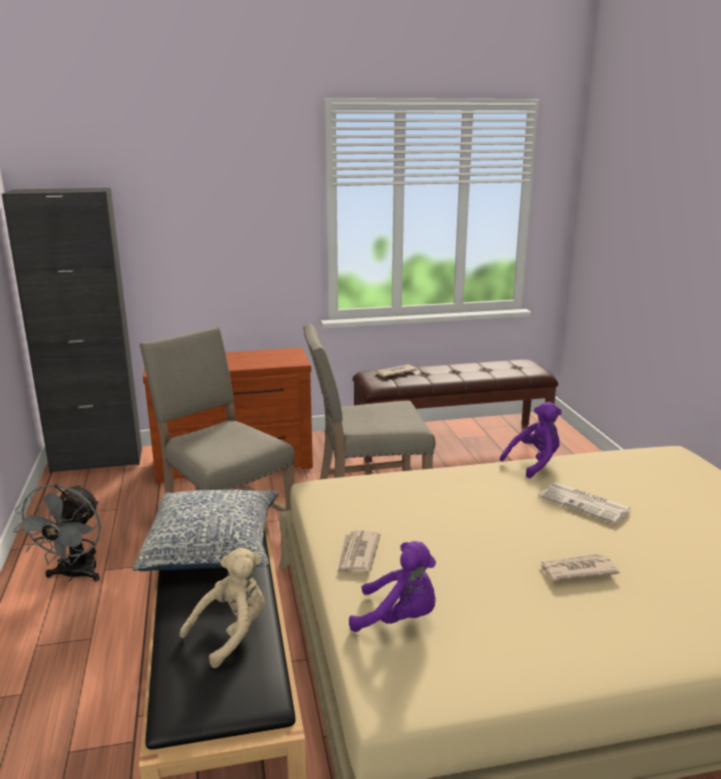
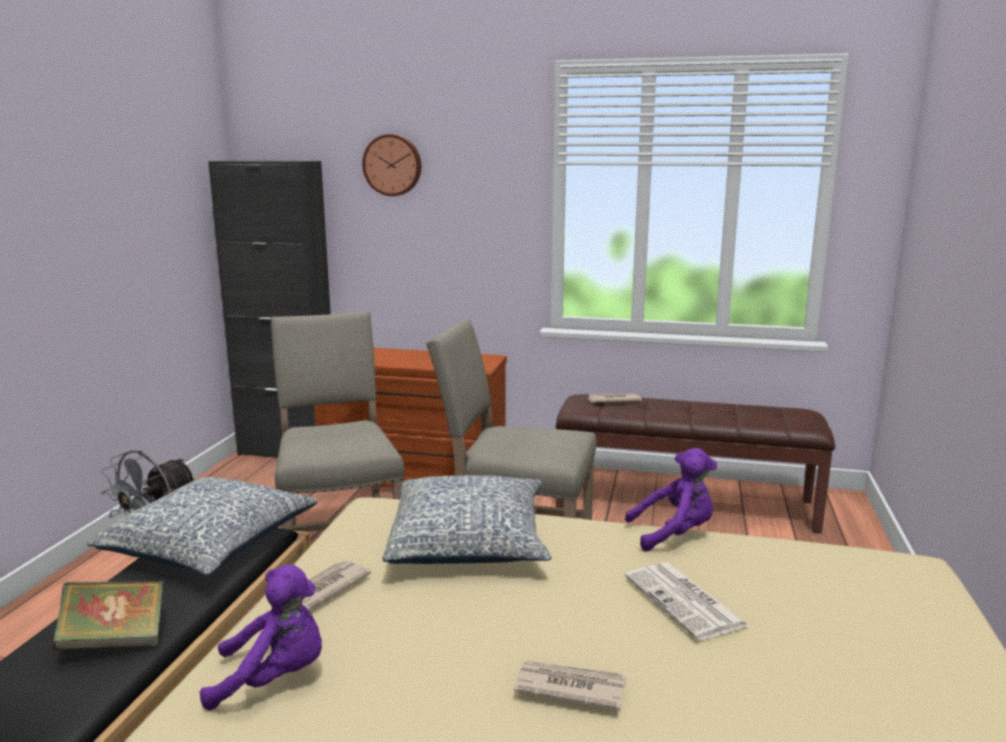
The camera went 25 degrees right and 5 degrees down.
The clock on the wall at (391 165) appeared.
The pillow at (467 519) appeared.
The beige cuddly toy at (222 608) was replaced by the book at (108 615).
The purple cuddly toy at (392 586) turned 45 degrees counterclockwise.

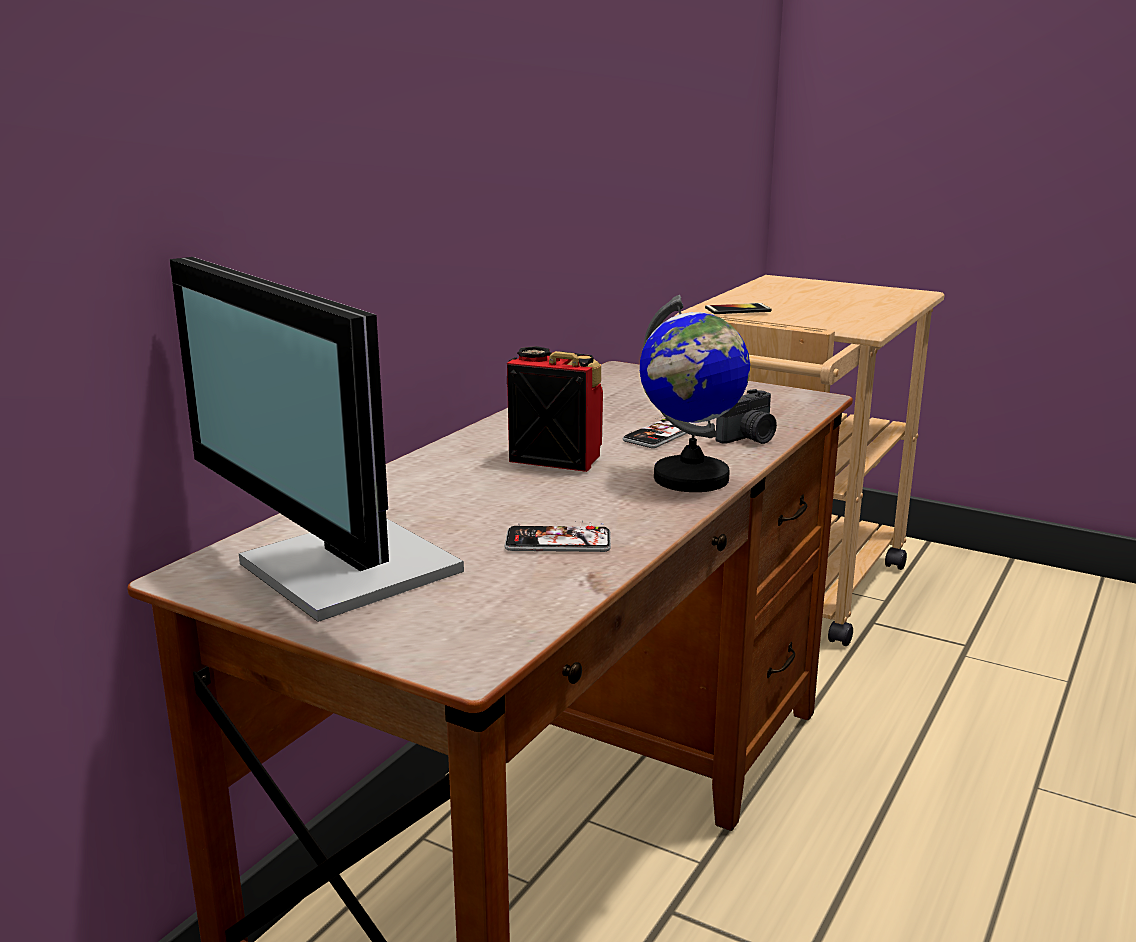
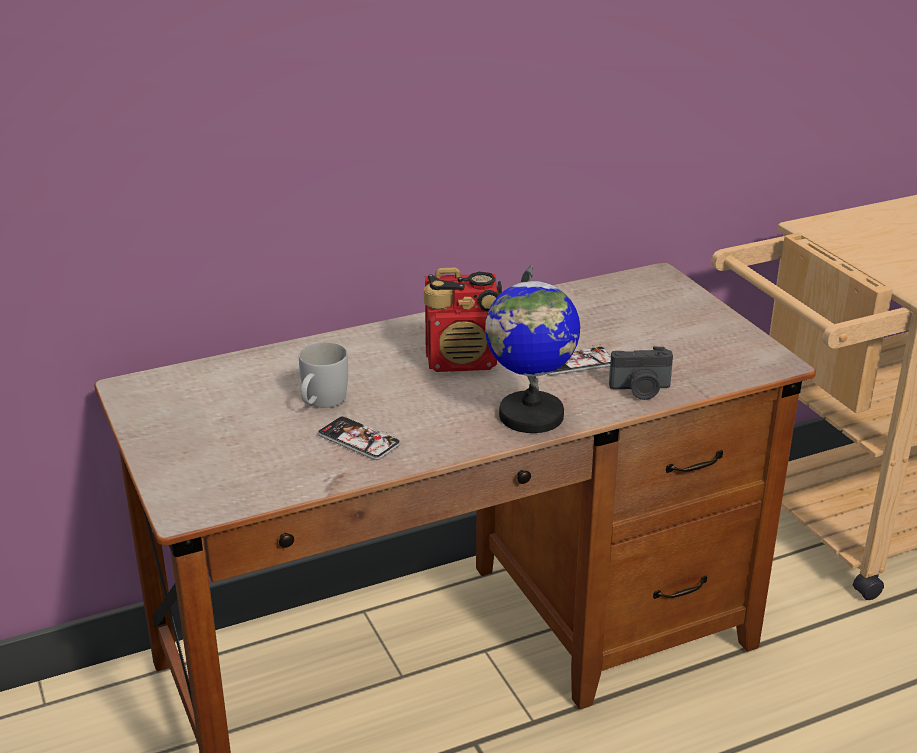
The camera went 35 degrees right and 10 degrees up.
The computer display at (317 439) disappeared.
The telephone at (738 308) disappeared.
The white-coloured coffee mug at (323 375) appeared.
The radio receiver at (555 409) turned 120 degrees clockwise.

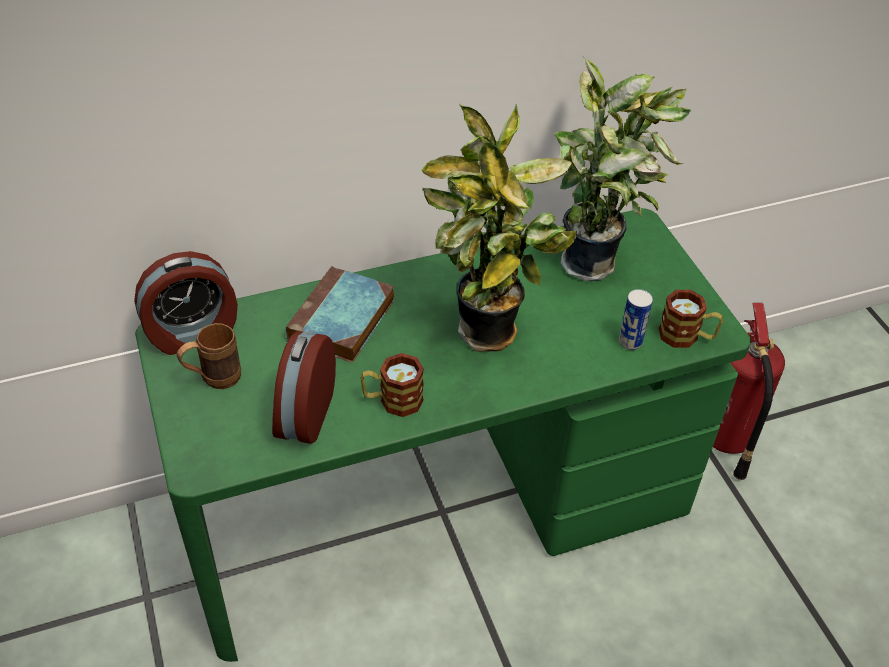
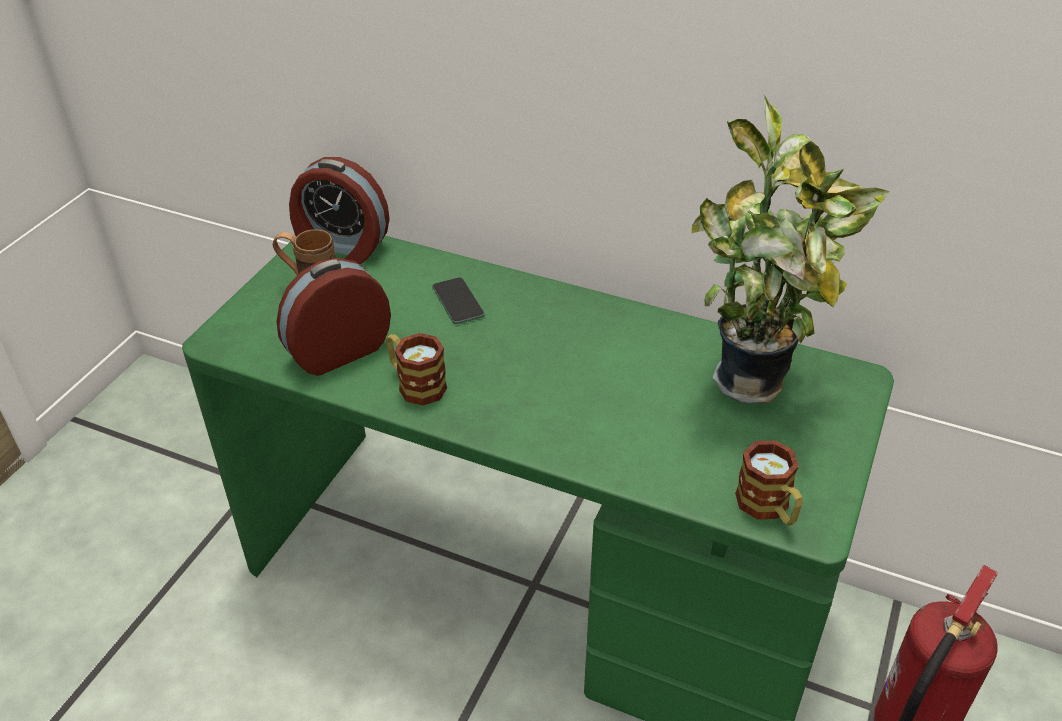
The camera went 45 degrees right and 5 degrees down.
The plant in a pot at (499 228) disappeared.
The sealed can at (636 319) disappeared.
The book at (340 314) was replaced by the telephone at (458 300).

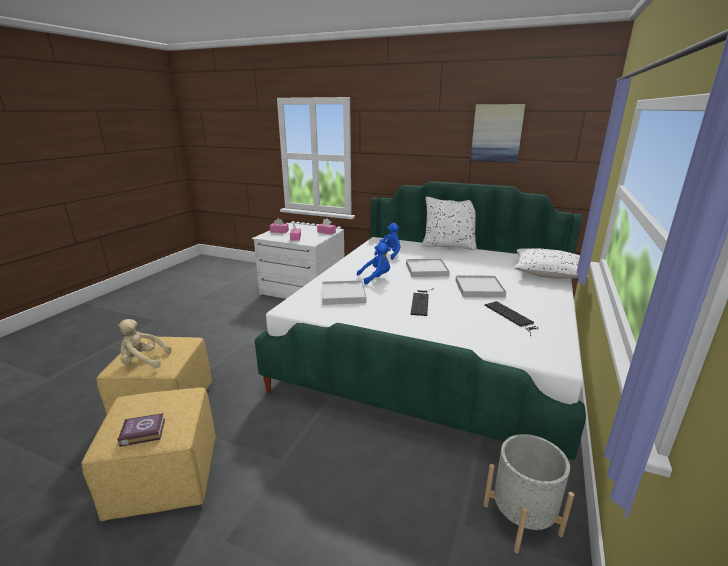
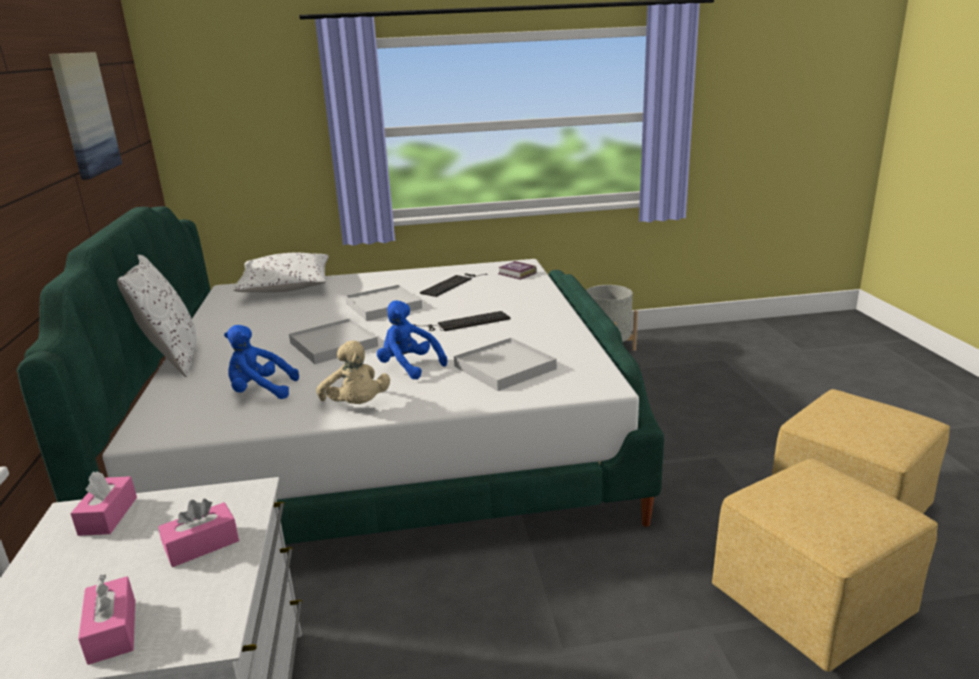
The camera went 120 degrees left and 0 degrees up.
The book moved from (141 430) to (517 270).
The beige cuddly toy moved from (144 344) to (353 372).

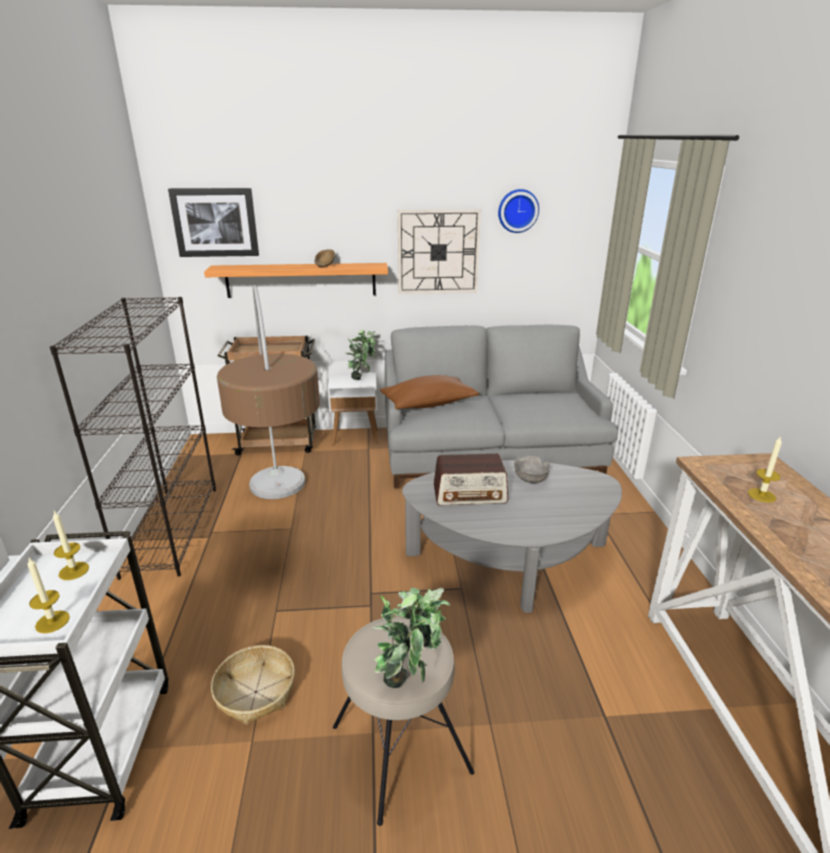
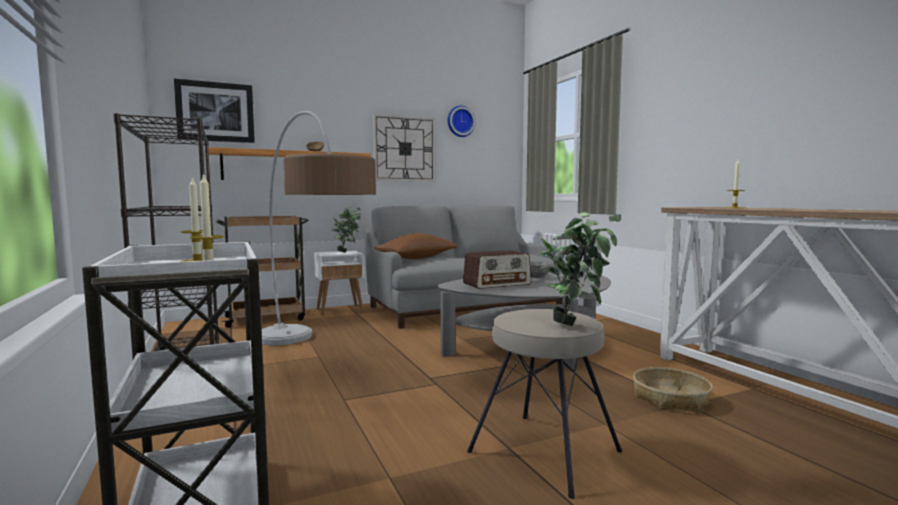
The camera went 20 degrees left and 20 degrees down.
The storage basket moved from (253 685) to (673 389).

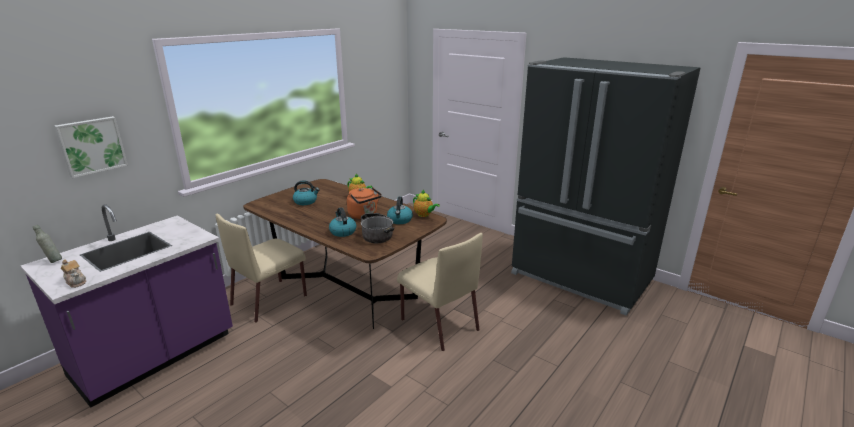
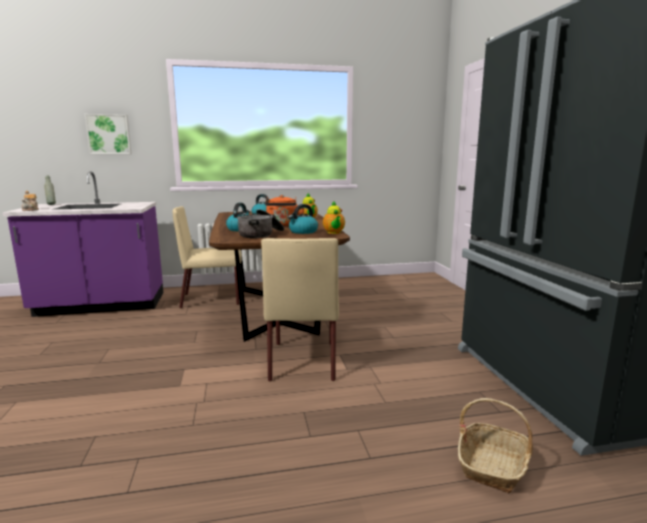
The camera went 40 degrees right and 10 degrees down.
The storage basket at (495 446) appeared.

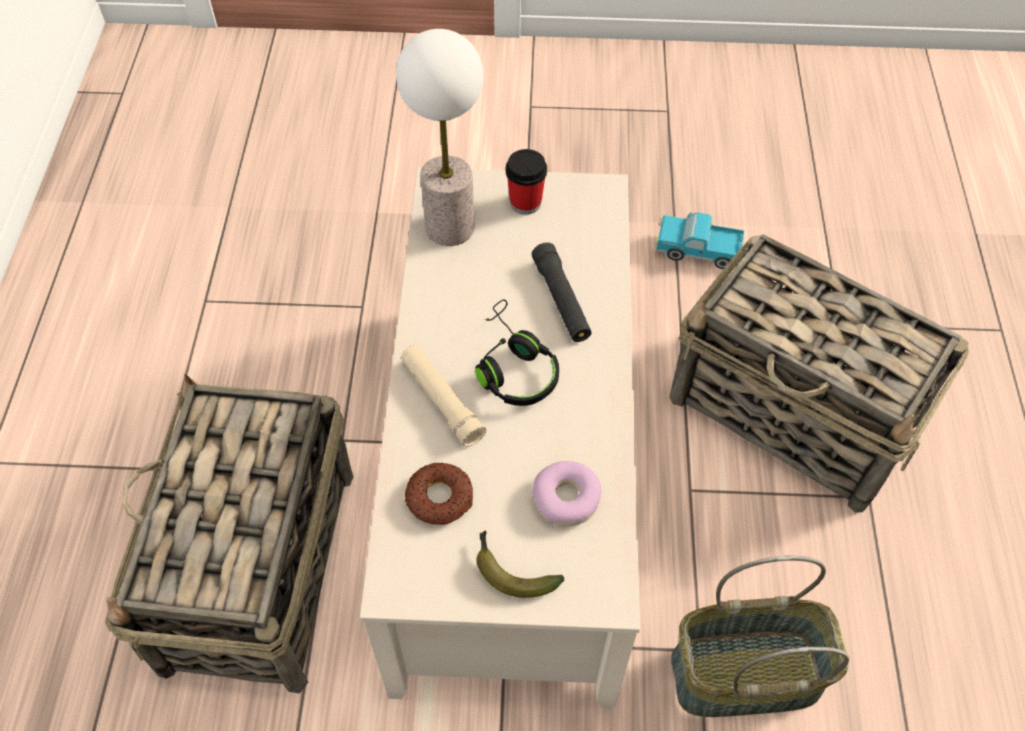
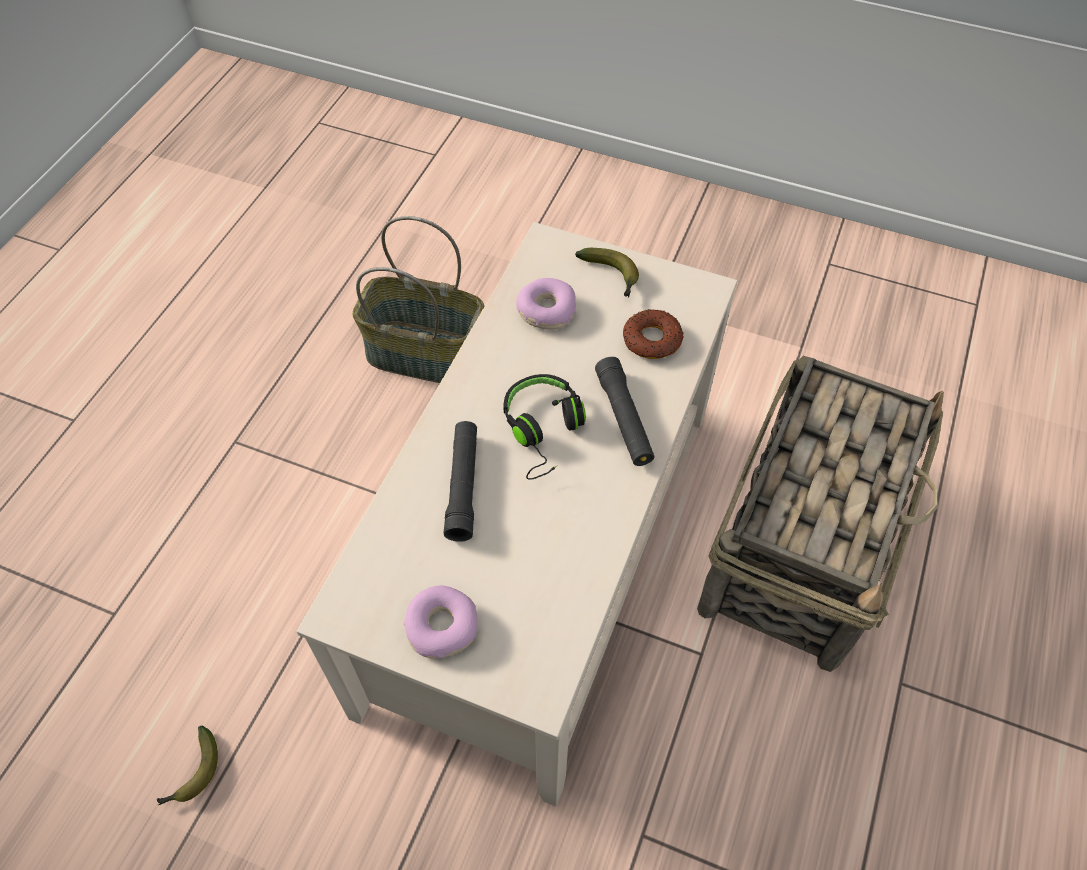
The camera went 160 degrees left and 0 degrees up.
The table lamp at (439 137) disappeared.
The storage basket at (819 373) disappeared.
The small cup at (526 182) was replaced by the donut at (440 622).
The model truck at (699 240) was replaced by the whole banana at (187 765).
The beige flashlight at (443 396) became the black-coloured flashlight at (624 411).

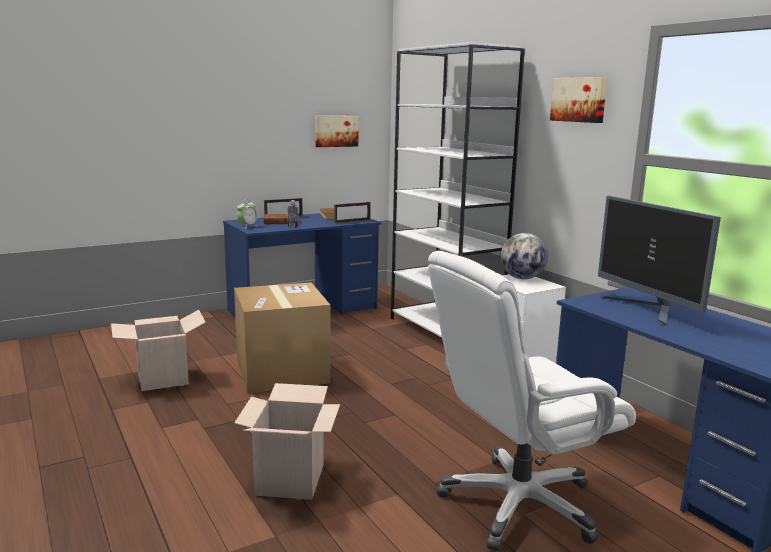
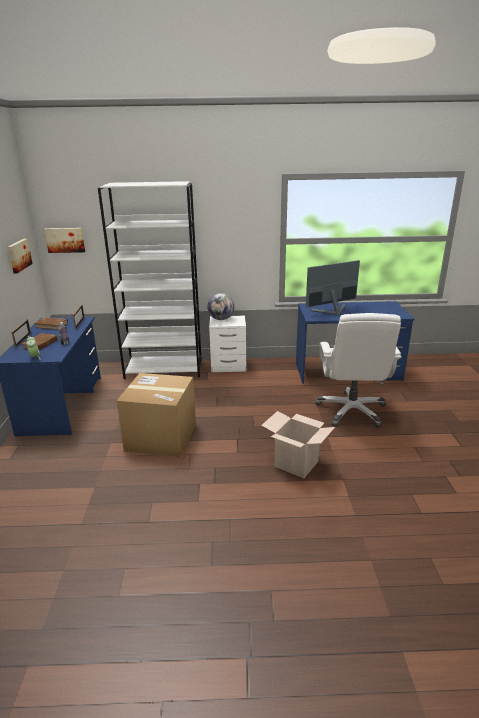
The camera went 60 degrees left and 10 degrees up.
The carton at (158 350) disappeared.
The wall picture moved from (578 100) to (64 240).
The computer display at (659 261) turned 150 degrees clockwise.

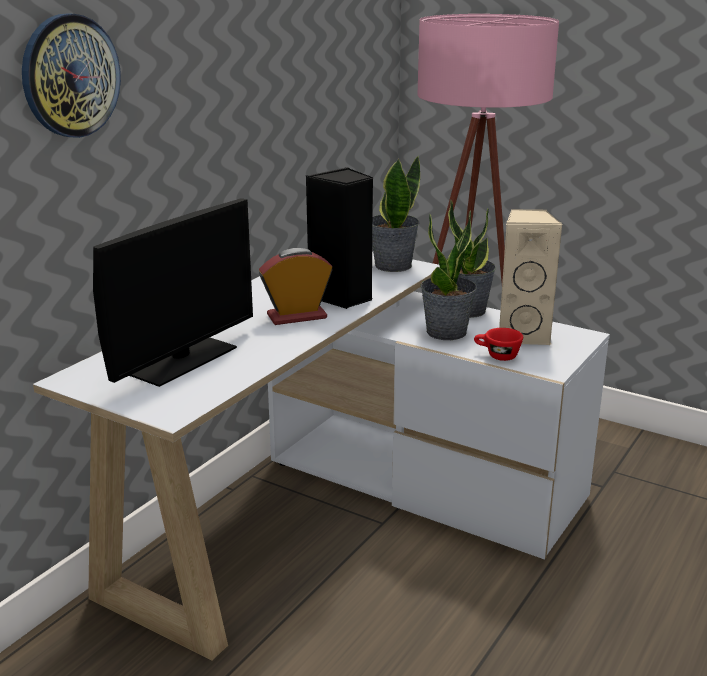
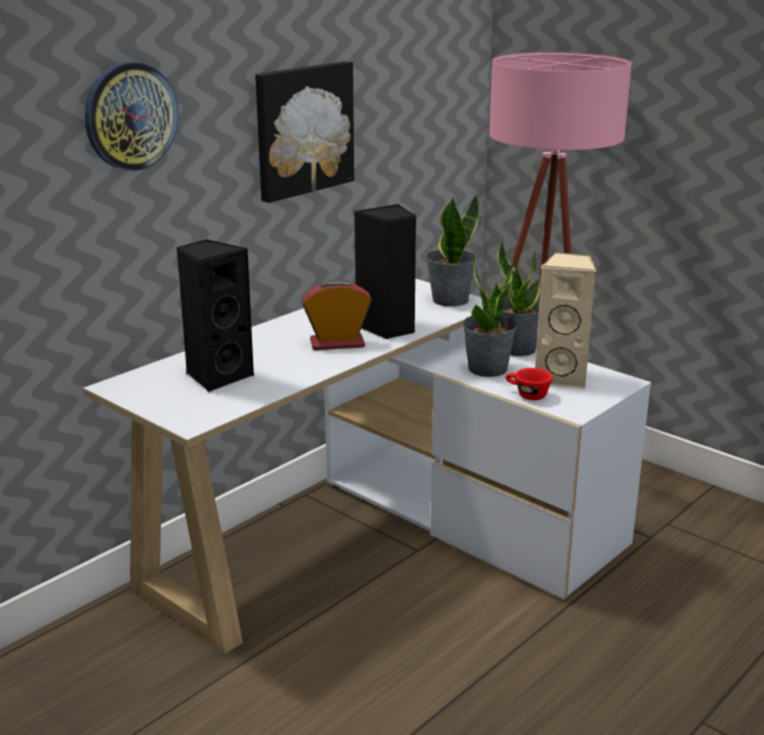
The camera went 10 degrees right and 0 degrees up.
The wall picture at (304 132) appeared.
The computer display at (173 293) was replaced by the black-coloured loudspeaker at (215 315).

